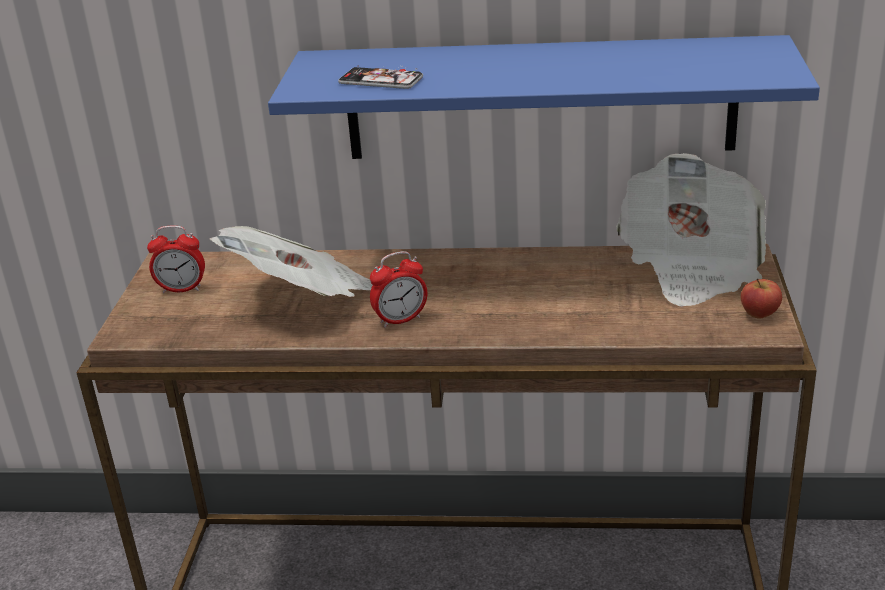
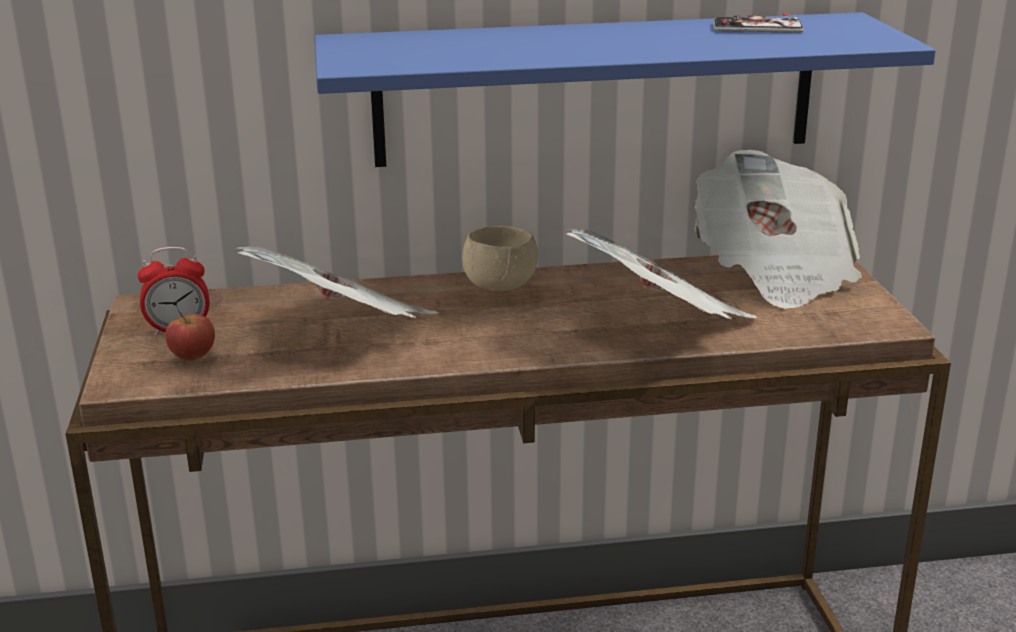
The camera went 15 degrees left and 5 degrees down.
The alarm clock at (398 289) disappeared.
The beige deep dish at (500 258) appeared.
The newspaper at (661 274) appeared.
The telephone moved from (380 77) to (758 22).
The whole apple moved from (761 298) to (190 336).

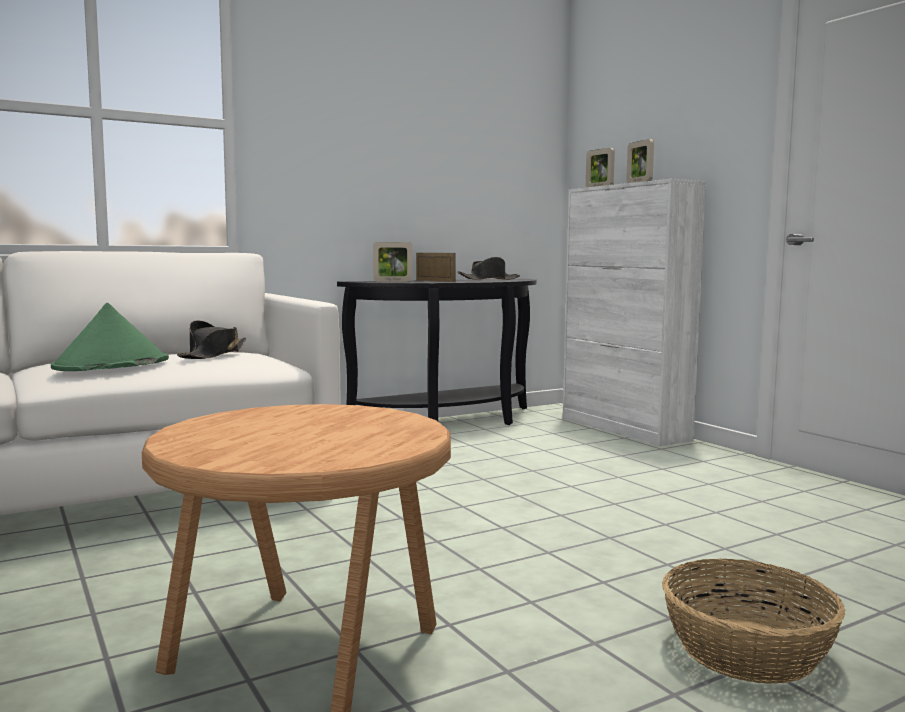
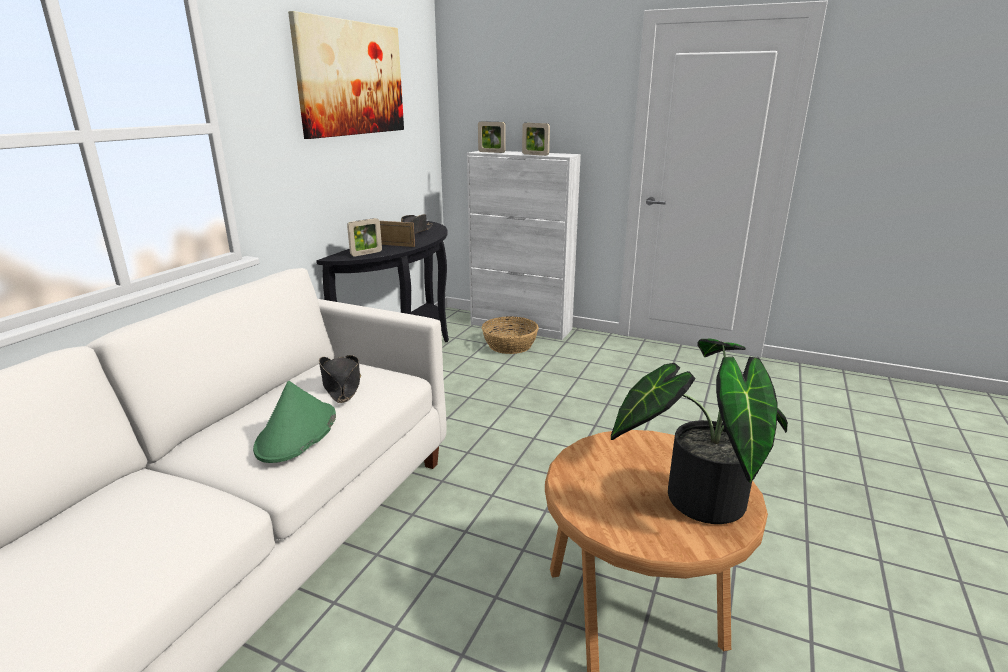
The camera went 35 degrees left and 15 degrees up.
The wall picture at (346 75) appeared.
The plant in a pot at (699 431) appeared.
The storage basket moved from (754 621) to (510 335).

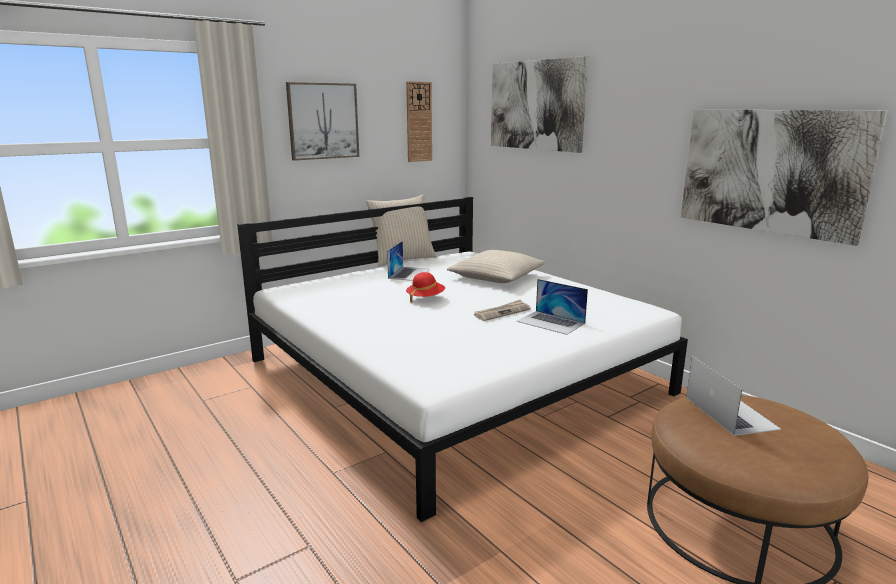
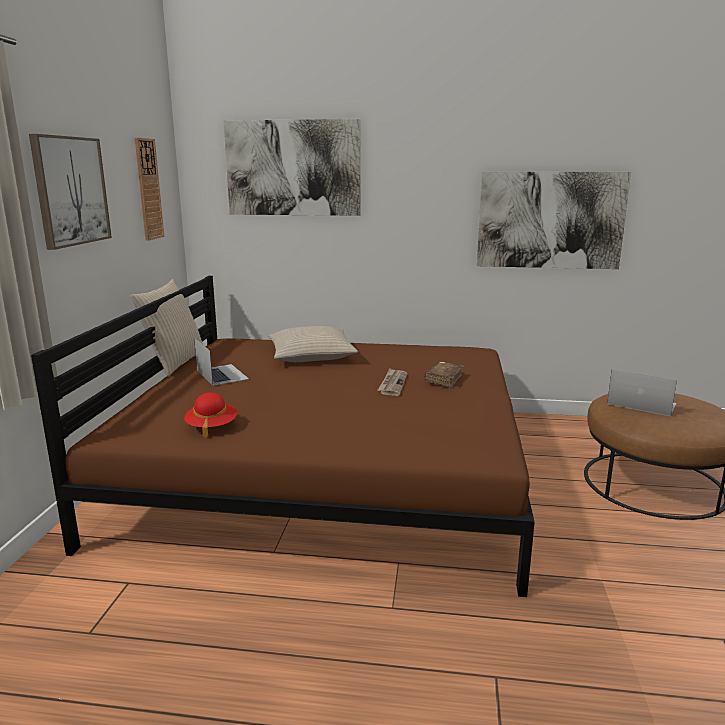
The camera went 45 degrees left and 0 degrees up.
The red-coloured clothing hat moved from (425 287) to (210 415).
The notebook computer at (552 307) was replaced by the brown-coloured book at (444 374).
The white-coloured bed at (462 359) became the brown-coloured bed at (283 436).

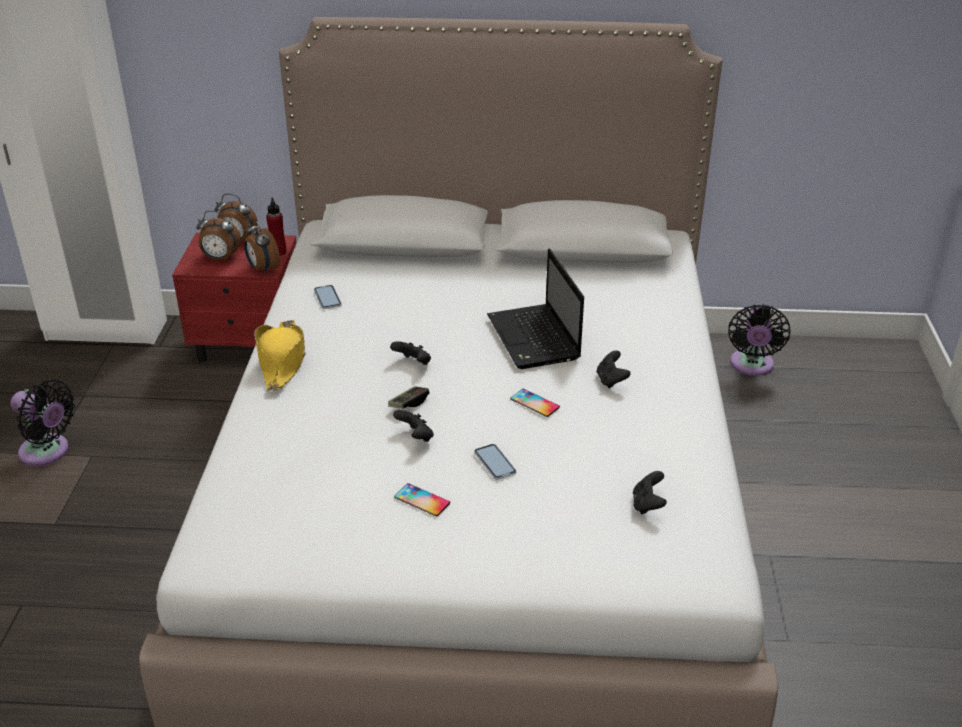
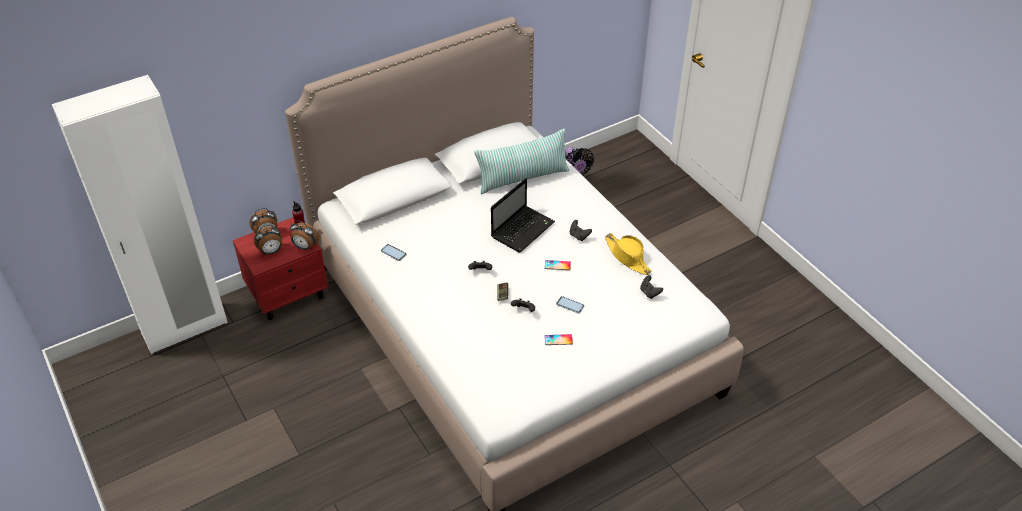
The camera went 35 degrees left and 10 degrees up.
The black-coloured electric fan at (43 423) disappeared.
The pillow at (521 161) appeared.
The yellow clothing hat moved from (280 355) to (628 254).
The notebook computer at (535 309) turned 90 degrees counterclockwise.

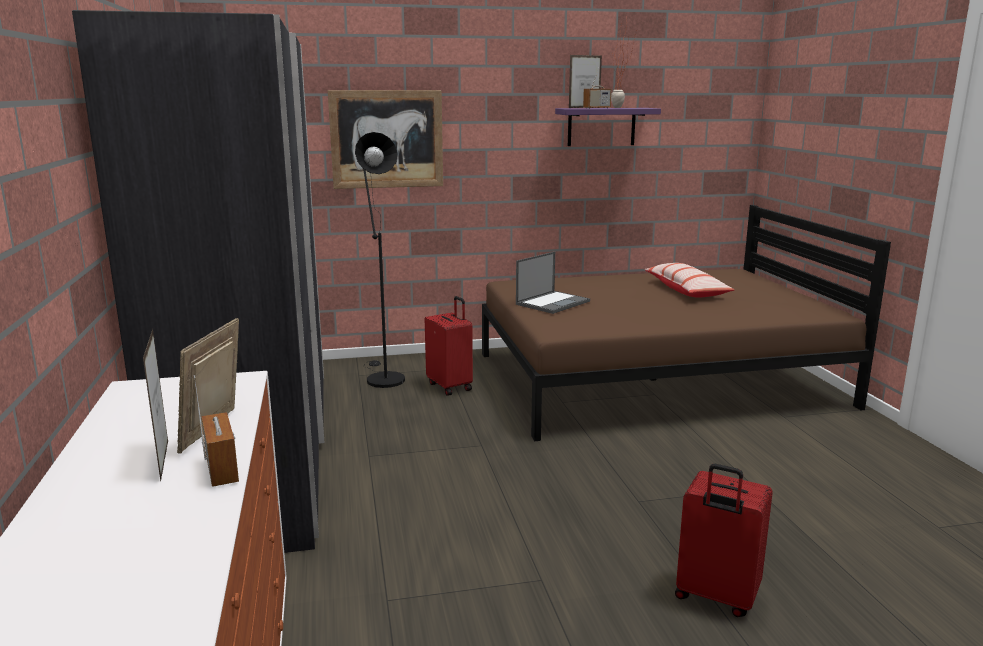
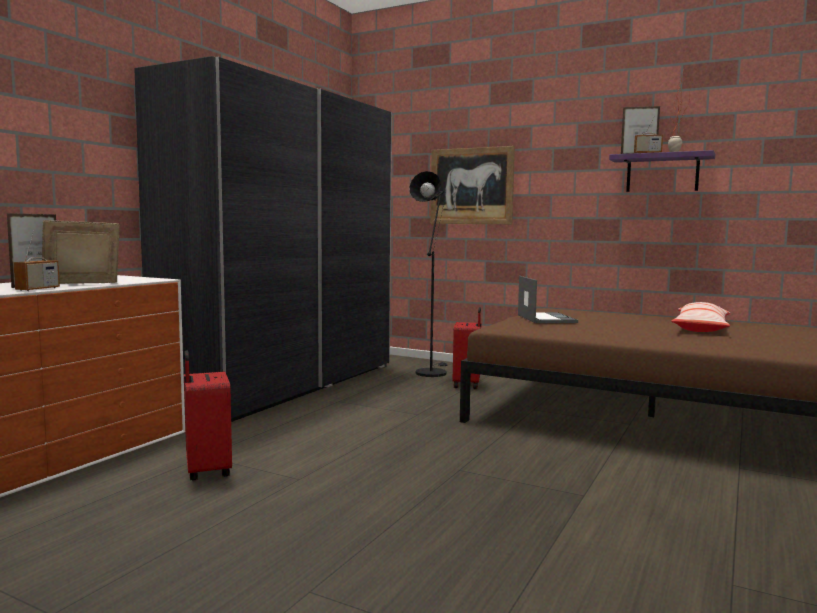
The camera went 40 degrees right and 10 degrees down.
The red-coloured suitcase moved from (724 540) to (208 416).
The notebook computer at (553 283) turned 90 degrees counterclockwise.

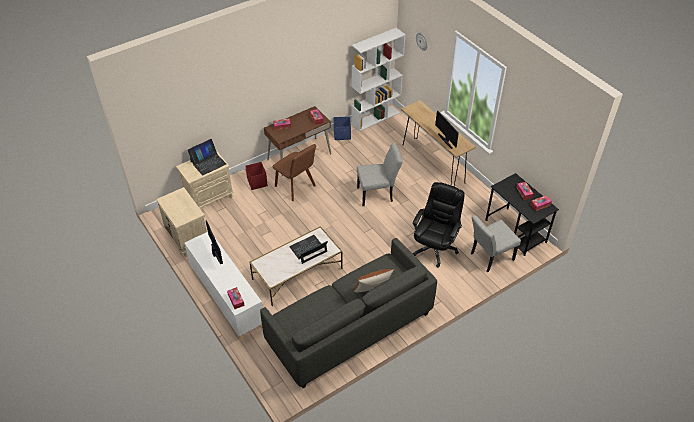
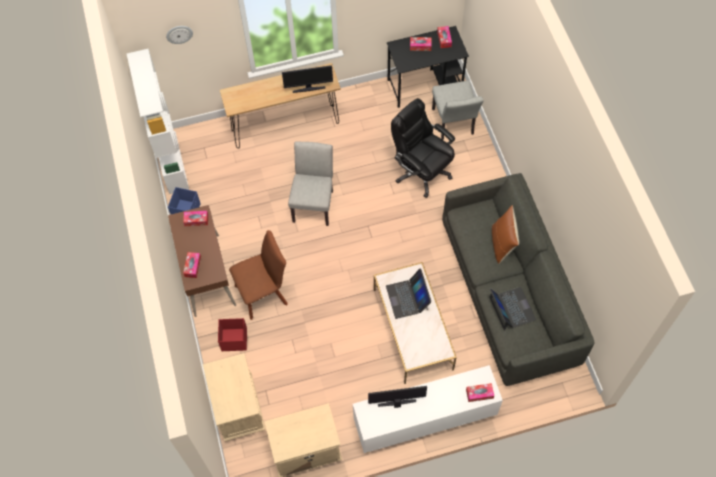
The camera went 70 degrees left and 15 degrees up.
The notebook computer moved from (207 157) to (512 309).

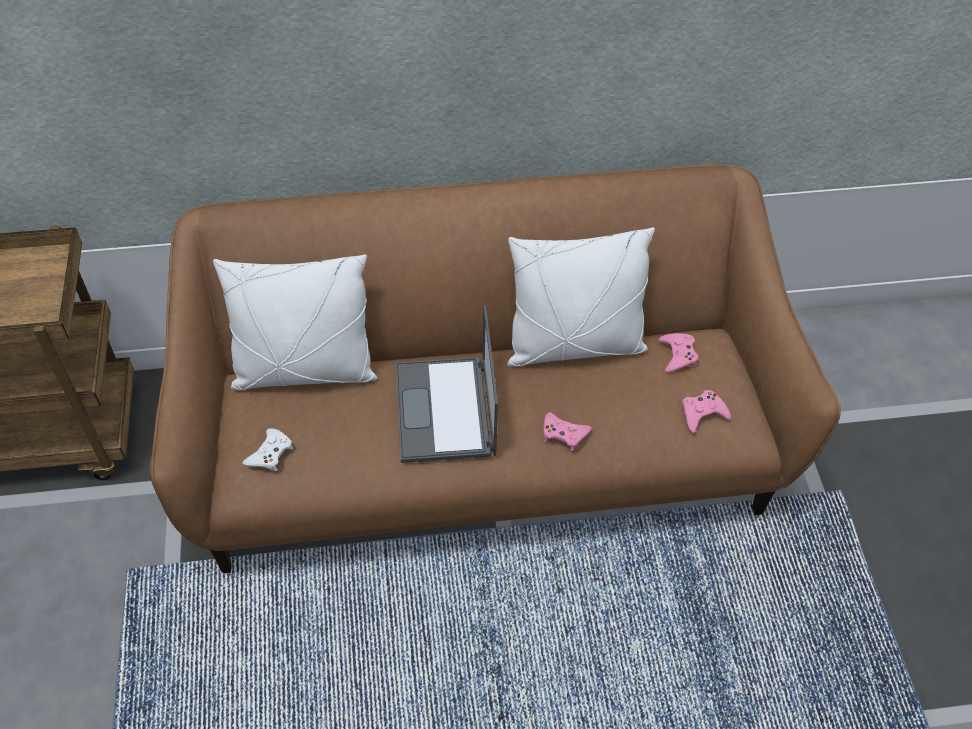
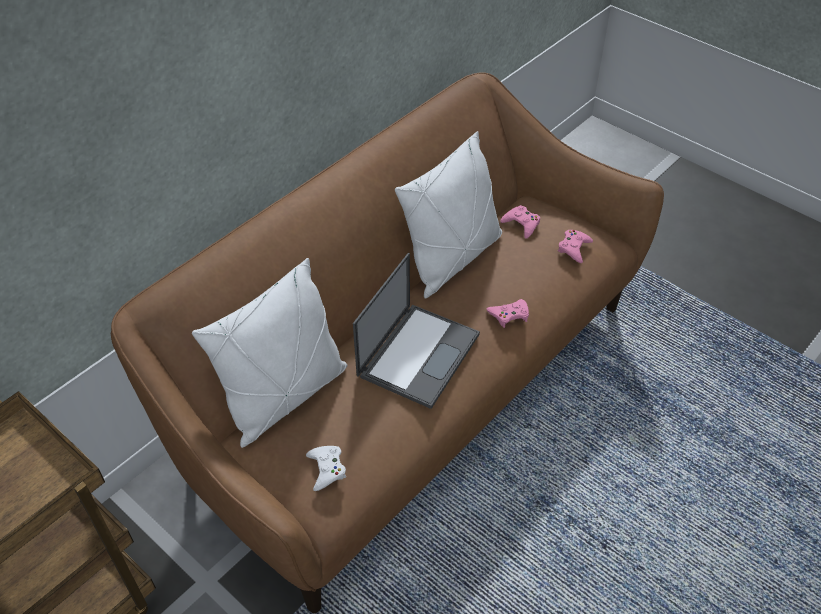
The camera went 40 degrees left and 5 degrees down.
The notebook computer at (446 384) turned 105 degrees counterclockwise.

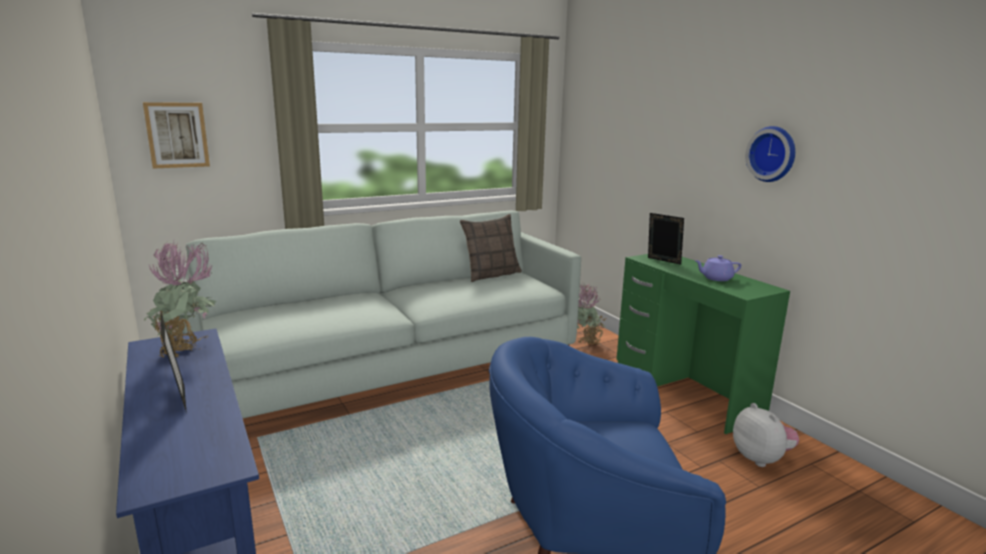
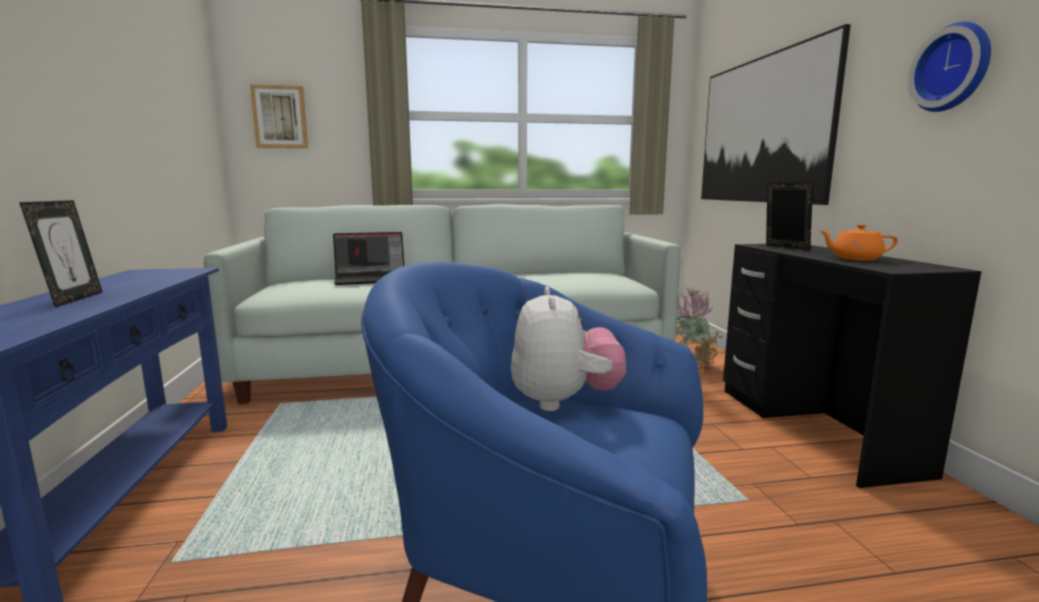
The camera went 20 degrees right and 5 degrees down.
The plant in a pot at (180 299) disappeared.
The pillow at (491 248) disappeared.
The notebook computer at (368 258) appeared.
The wall picture at (776 114) appeared.
The cuddly toy moved from (766 435) to (568 349).
The greenish desk table at (703 344) became the black-coloured desk table at (852 366).
The purple teapot at (717 268) became the orange-coloured teapot at (858 242).

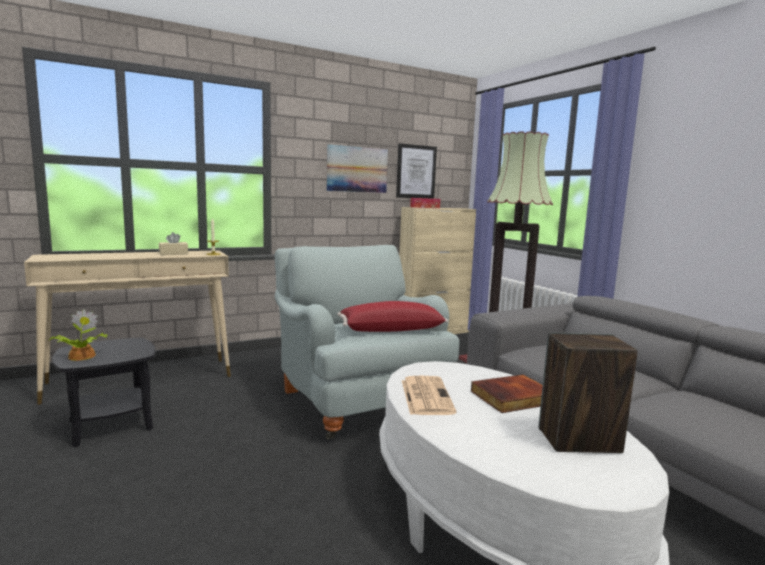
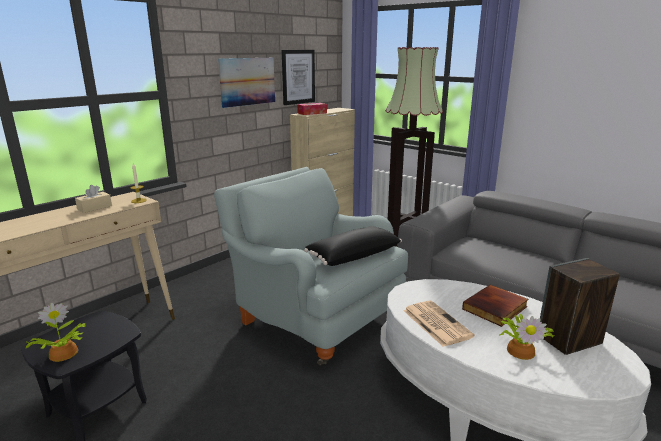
The camera went 20 degrees left and 10 degrees up.
The plant in a pot at (527 337) appeared.
The red-coloured pillow at (392 316) became the black-coloured pillow at (353 246).

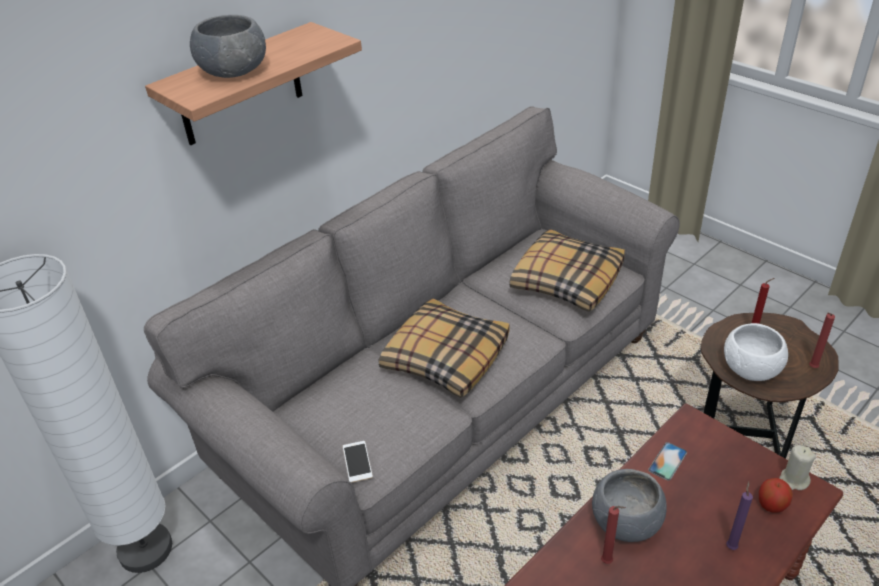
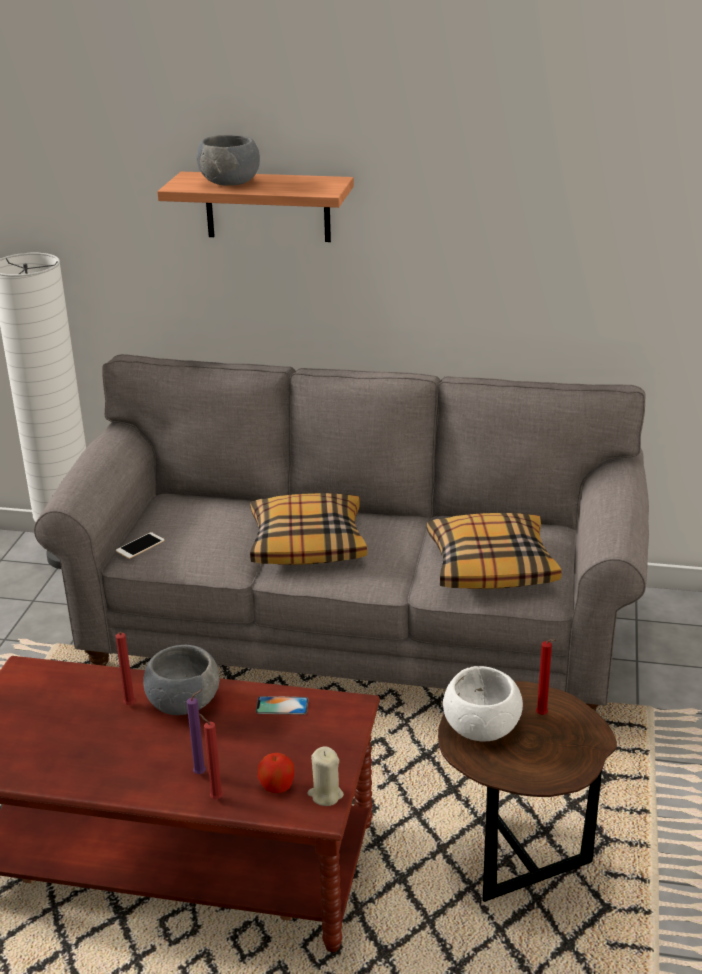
The camera went 55 degrees right and 10 degrees down.
The red-coloured candle moved from (822 340) to (210 756).

